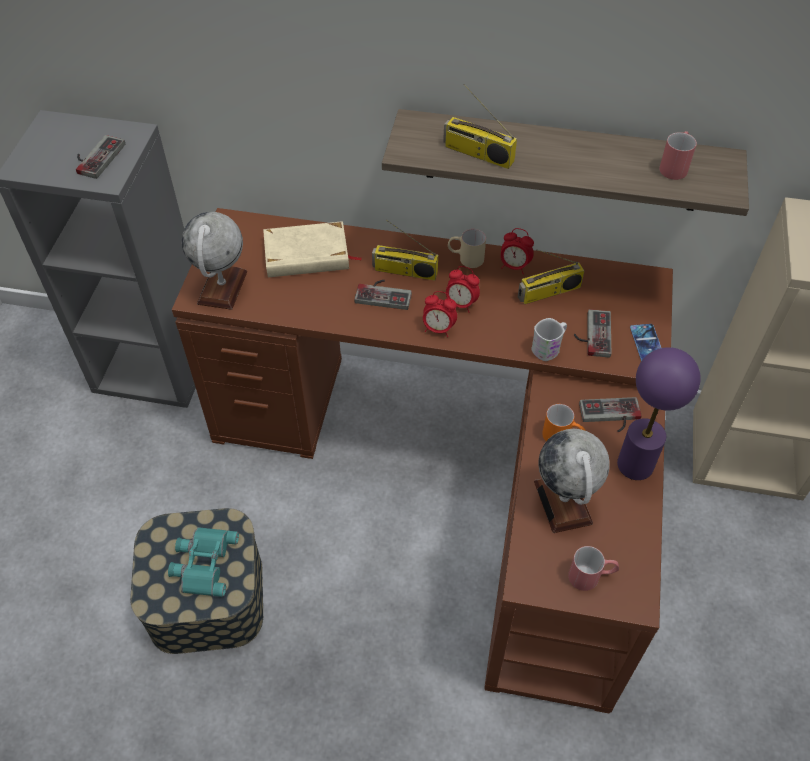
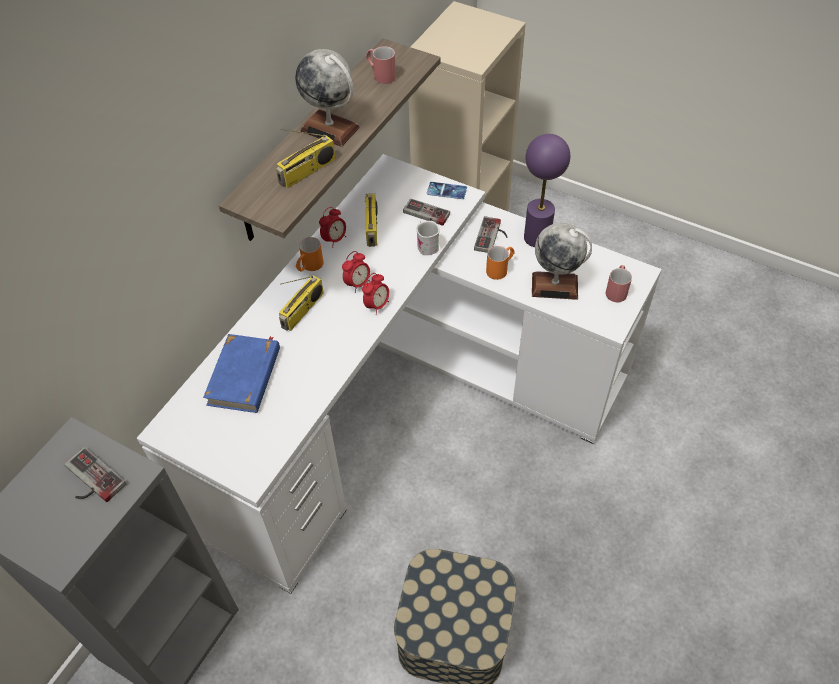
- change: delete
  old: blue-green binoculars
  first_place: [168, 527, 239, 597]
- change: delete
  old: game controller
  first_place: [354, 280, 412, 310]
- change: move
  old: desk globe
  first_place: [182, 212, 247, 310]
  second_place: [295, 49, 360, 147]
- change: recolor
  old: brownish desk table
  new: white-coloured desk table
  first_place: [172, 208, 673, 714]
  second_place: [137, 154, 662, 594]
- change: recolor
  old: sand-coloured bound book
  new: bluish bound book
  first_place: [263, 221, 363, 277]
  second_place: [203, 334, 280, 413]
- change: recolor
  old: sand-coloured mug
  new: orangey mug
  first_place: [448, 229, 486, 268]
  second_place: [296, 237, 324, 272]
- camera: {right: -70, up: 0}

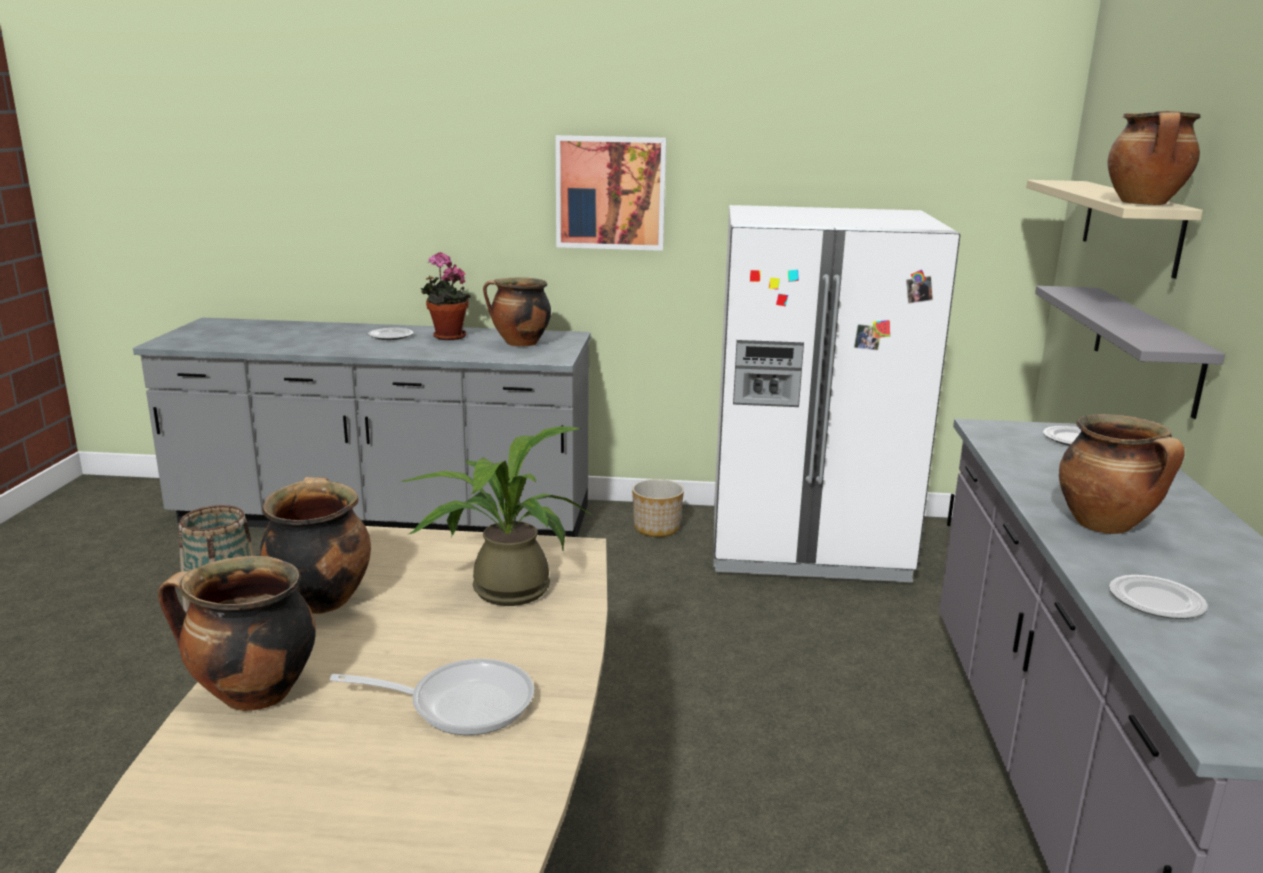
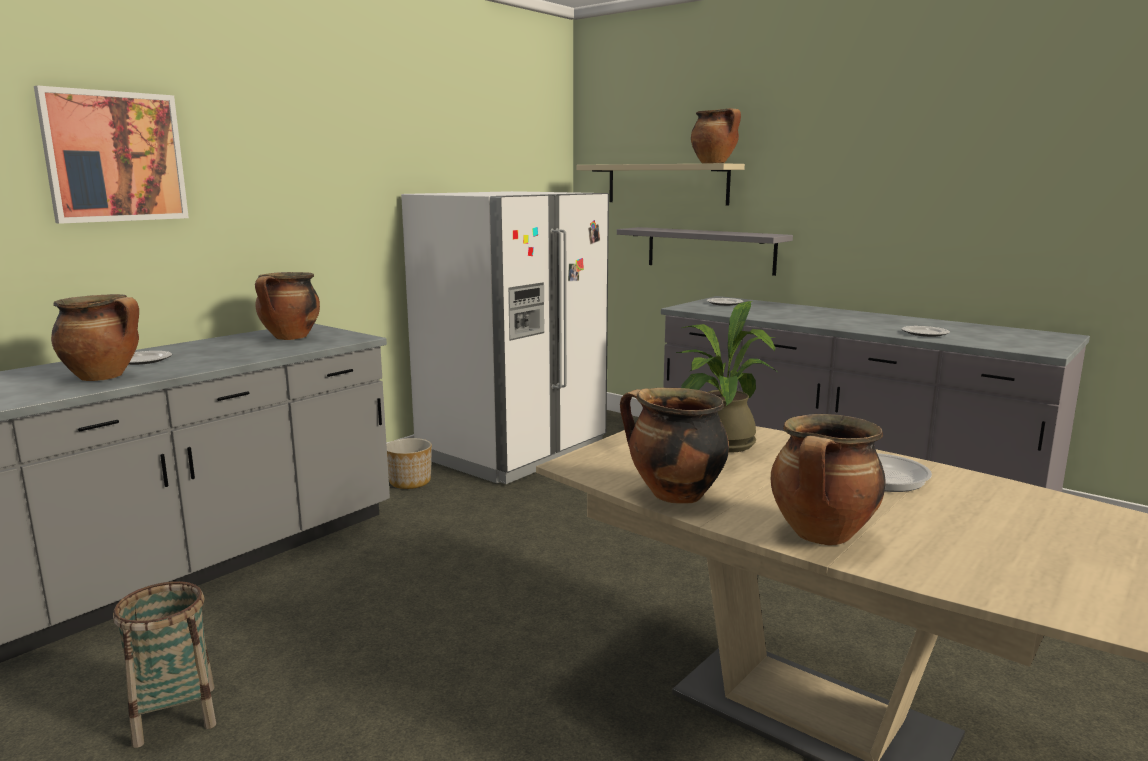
- change: delete
  old: potted plant
  first_place: [421, 252, 471, 340]
- change: move
  old: wall picture
  first_place: [555, 135, 666, 251]
  second_place: [34, 86, 189, 224]
- change: move
  old: cooking pot
  first_place: [1059, 414, 1185, 534]
  second_place: [51, 294, 139, 381]
- camera: {right: -55, up: -5}

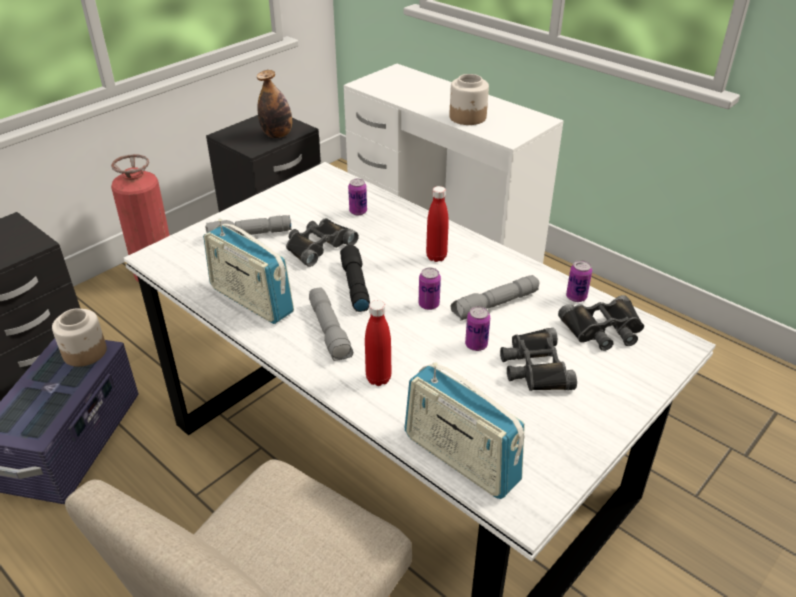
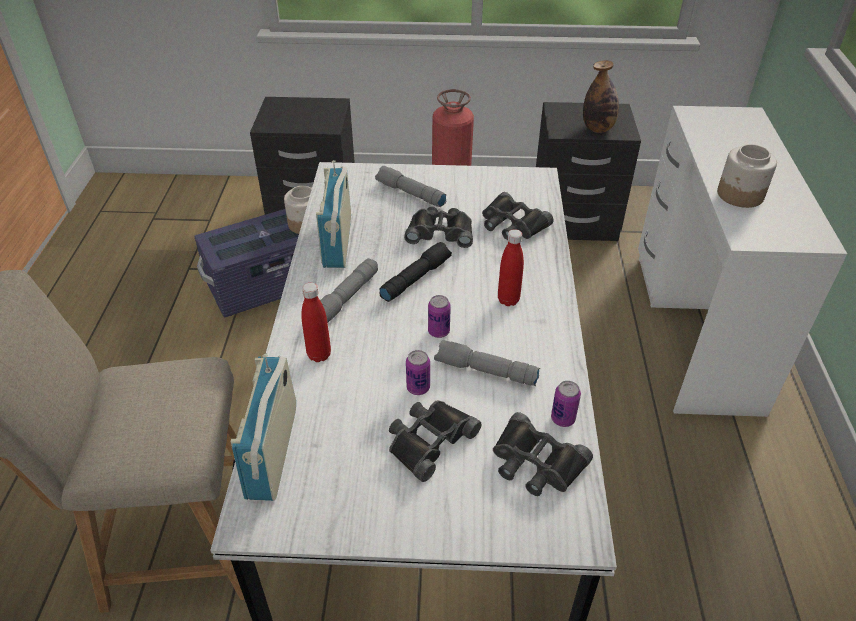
- change: replace
  old: metal can
  new: black binoculars
  first_place: [348, 179, 367, 215]
  second_place: [482, 192, 554, 240]
- camera: {right: 50, up: 5}

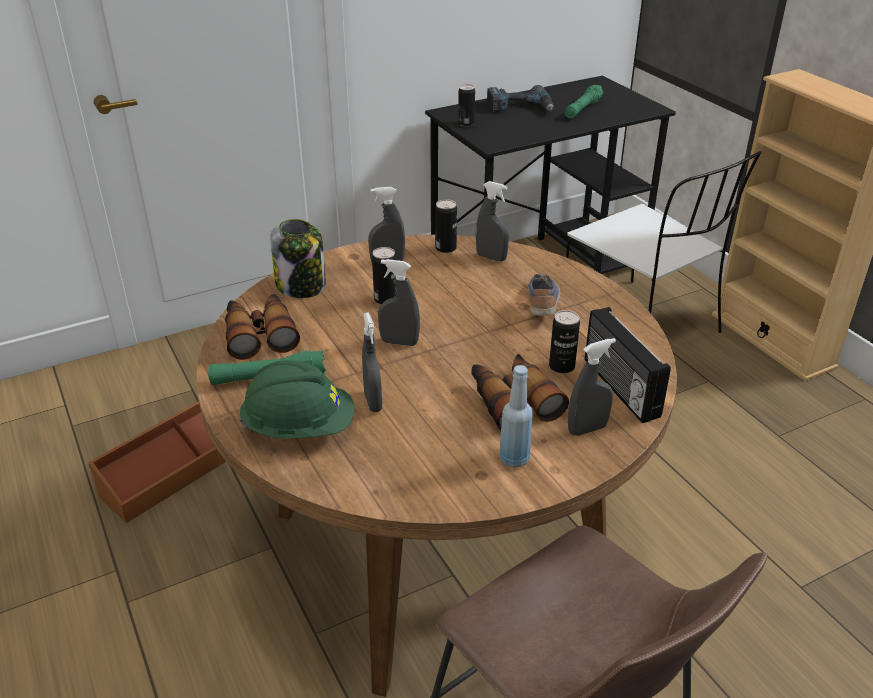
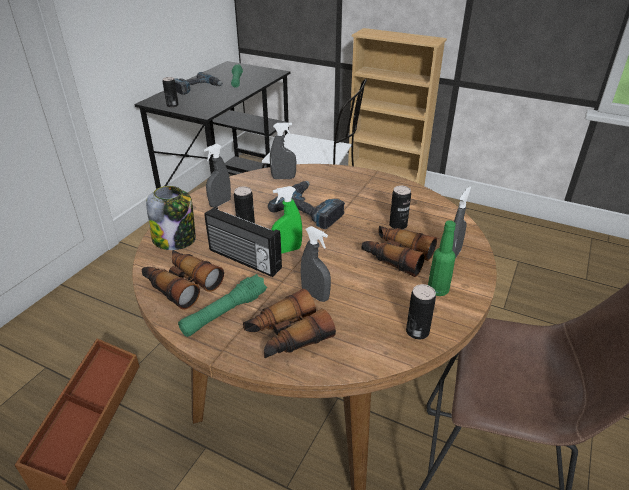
- change: delete
  old: item of footwear
  first_place: [528, 274, 561, 316]
- change: insert
  new: power drill
  second_place: [268, 181, 345, 229]
- change: move
  old: metal can
  first_place: [435, 199, 457, 253]
  second_place: [406, 284, 436, 339]
- change: move
  old: radio
  first_place: [585, 307, 671, 423]
  second_place: [204, 206, 282, 277]
- change: replace
  old: greenish work helmet
  new: binoculars
  first_place: [239, 360, 354, 439]
  second_place: [243, 289, 336, 358]
- change: recolor
  old: grey sprayer
  new: greenish sprayer
  first_place: [378, 259, 420, 346]
  second_place: [271, 186, 302, 254]
- change: recolor
  old: bluish bottle
  new: greenish bottle
  first_place: [499, 365, 533, 468]
  second_place: [428, 220, 456, 296]
- camera: {right: -35, up: 0}

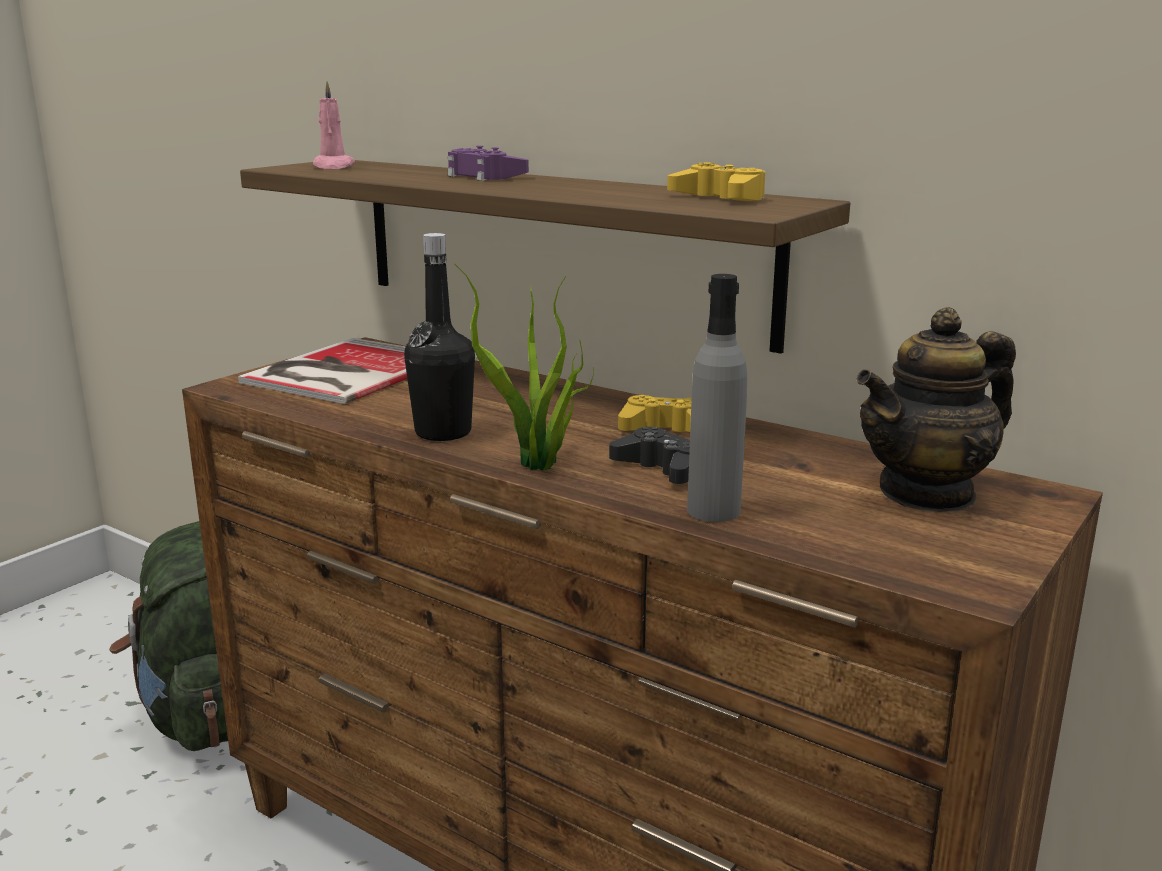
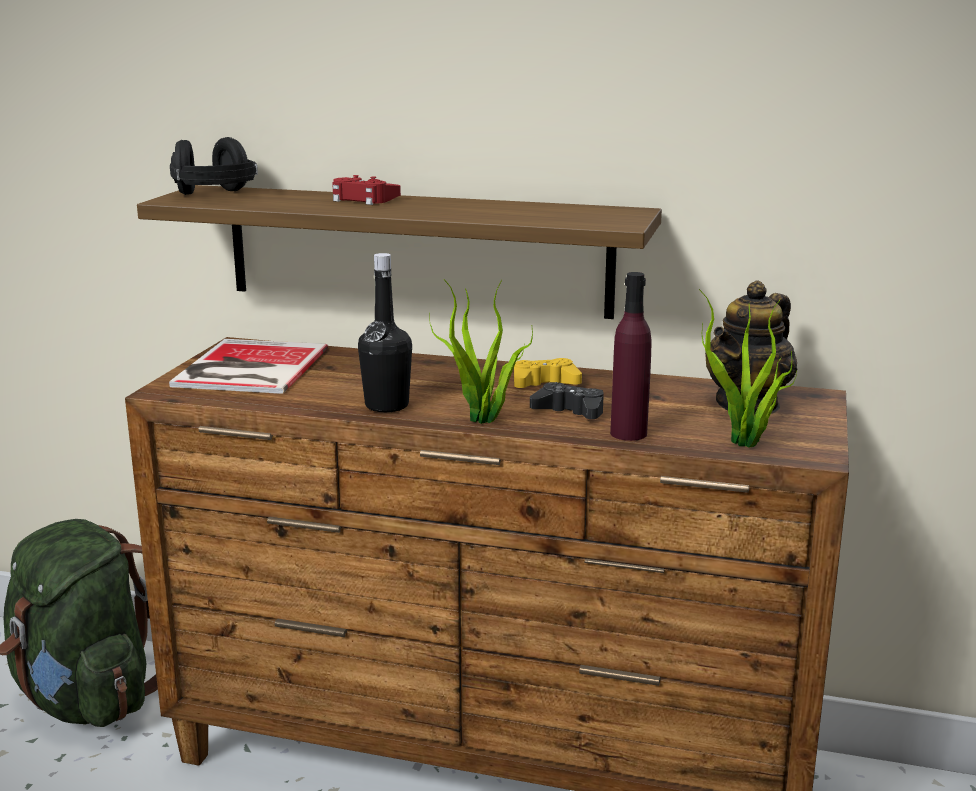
- change: delete
  old: yellow-coloured game controller
  first_place: [667, 162, 765, 201]
- change: insert
  new: potted plant
  second_place: [699, 289, 797, 448]
- change: replace
  old: pinkish wax light
  new: black headset
  first_place: [313, 81, 355, 169]
  second_place: [170, 137, 258, 195]
- change: recolor
  old: purple game controller
  new: red game controller
  first_place: [448, 145, 529, 181]
  second_place: [332, 175, 401, 205]
- change: recolor
  old: grey bottle
  new: purple bottle
  first_place: [687, 274, 747, 522]
  second_place: [610, 272, 651, 441]
- camera: {right: -20, up: 0}

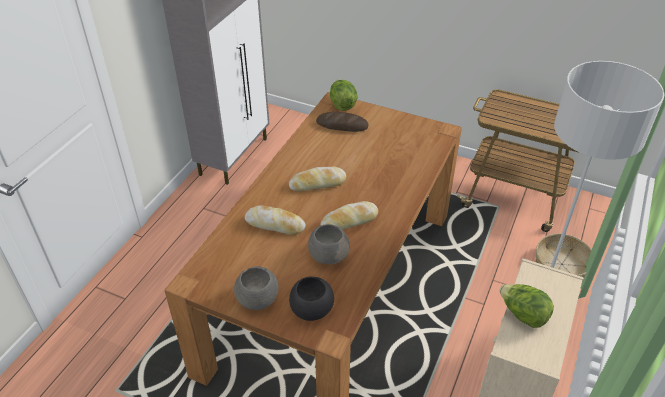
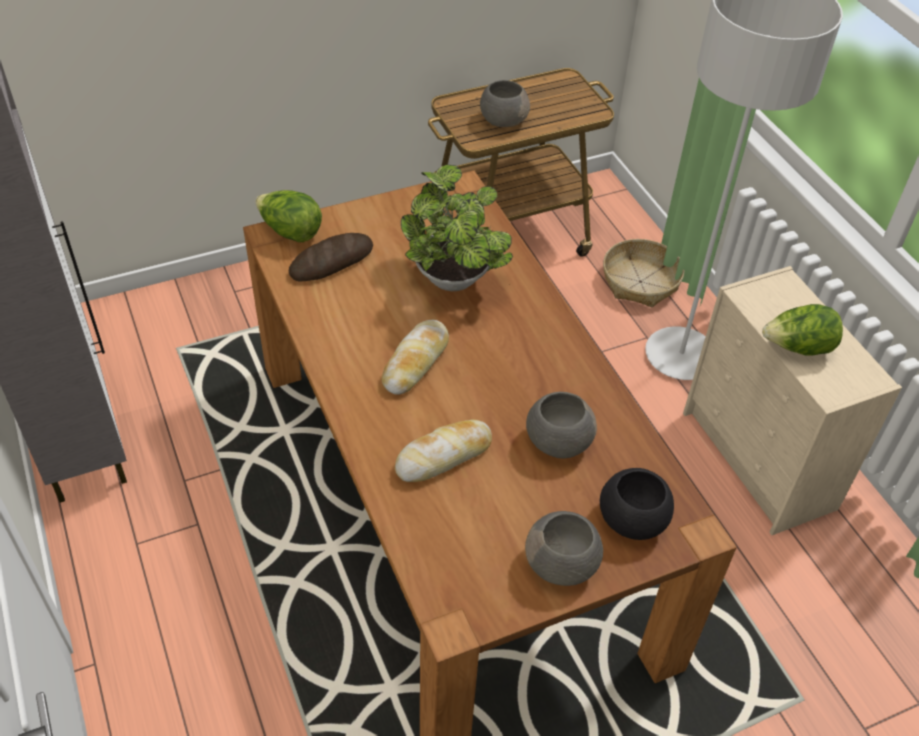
- change: delete
  old: baked bread
  first_place: [320, 201, 378, 230]
- change: insert
  new: potted plant
  second_place: [401, 164, 513, 291]
- change: insert
  new: grey bowl
  second_place: [480, 80, 530, 127]
- camera: {right: -50, up: 5}

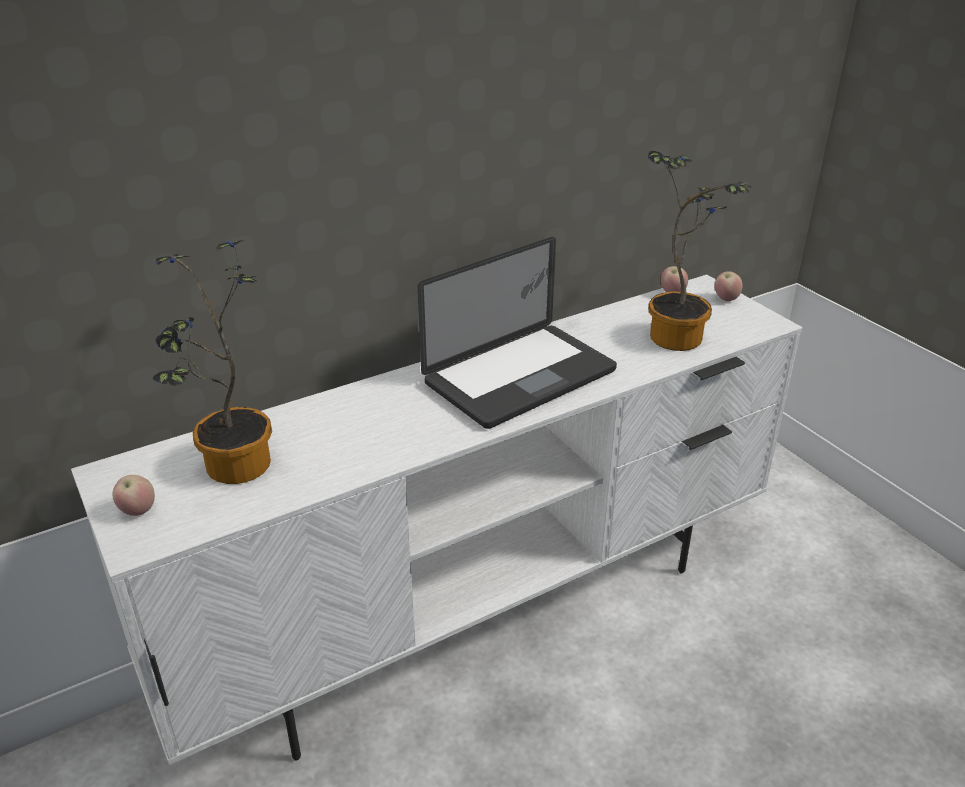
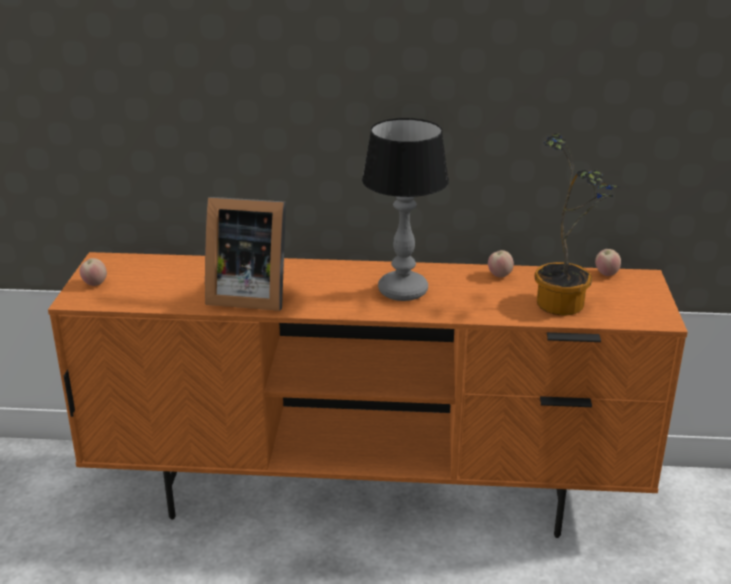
- change: delete
  old: potted plant
  first_place: [153, 240, 272, 484]
- change: insert
  new: photo frame
  second_place: [205, 197, 286, 311]
- change: move
  old: whole apple
  first_place: [714, 271, 742, 301]
  second_place: [488, 250, 514, 277]
- change: replace
  old: laptop
  new: tabletop lamp
  first_place: [417, 237, 617, 429]
  second_place: [362, 118, 449, 301]
- change: recolor
  old: white-coloured tv unit
  new: orangey tv unit
  first_place: [71, 275, 802, 765]
  second_place: [48, 252, 688, 538]
- camera: {right: 35, up: -5}

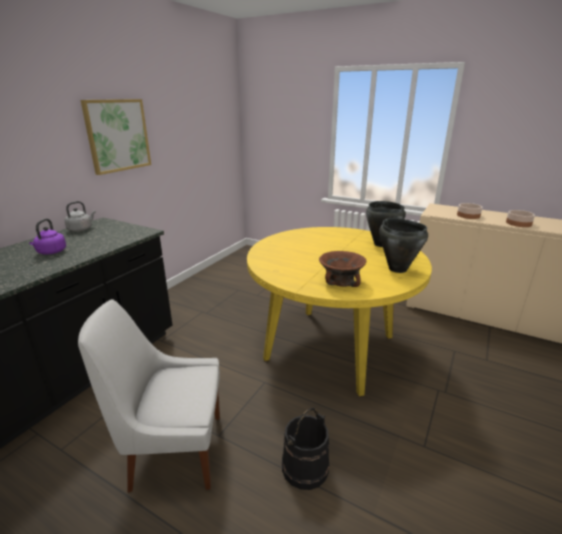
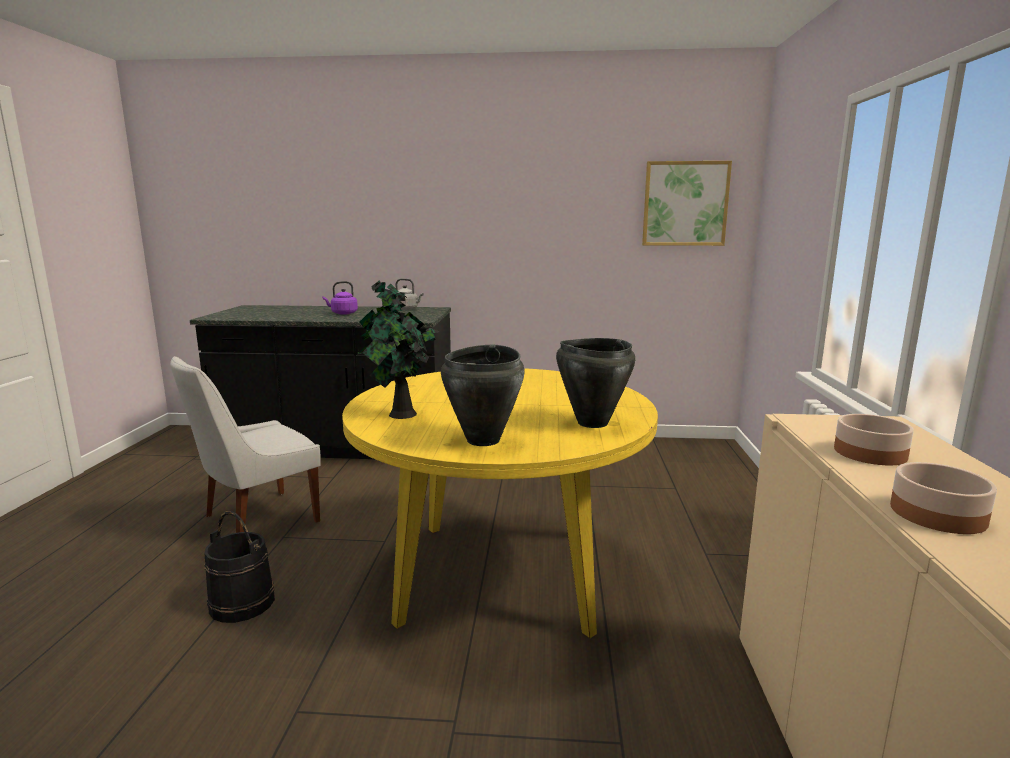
- change: move
  old: wall picture
  first_place: [81, 99, 151, 175]
  second_place: [642, 161, 732, 246]
- change: replace
  old: brownish bowl
  new: potted plant
  first_place: [319, 251, 366, 287]
  second_place: [358, 280, 439, 419]
- change: rotate
  old: white-coloured upright chair
  first_place: [78, 299, 220, 493]
  second_place: [170, 356, 321, 533]
  degrees: -105
- camera: {right: 65, up: -10}

